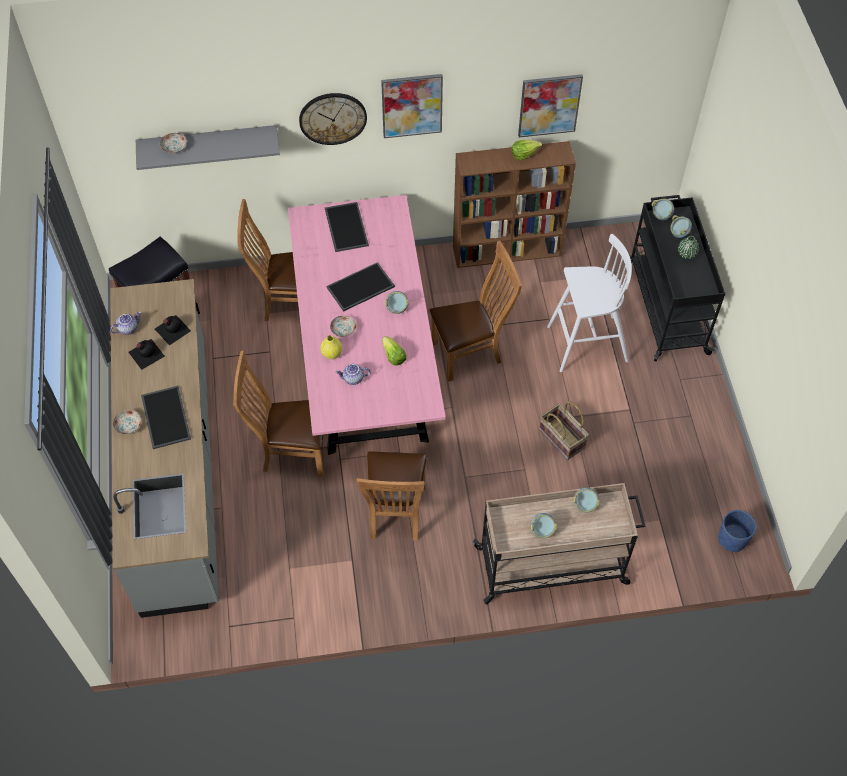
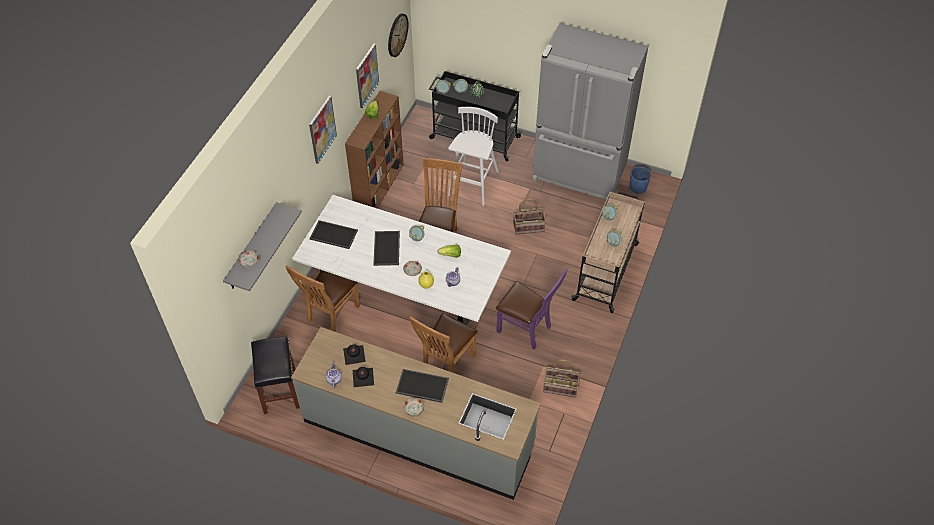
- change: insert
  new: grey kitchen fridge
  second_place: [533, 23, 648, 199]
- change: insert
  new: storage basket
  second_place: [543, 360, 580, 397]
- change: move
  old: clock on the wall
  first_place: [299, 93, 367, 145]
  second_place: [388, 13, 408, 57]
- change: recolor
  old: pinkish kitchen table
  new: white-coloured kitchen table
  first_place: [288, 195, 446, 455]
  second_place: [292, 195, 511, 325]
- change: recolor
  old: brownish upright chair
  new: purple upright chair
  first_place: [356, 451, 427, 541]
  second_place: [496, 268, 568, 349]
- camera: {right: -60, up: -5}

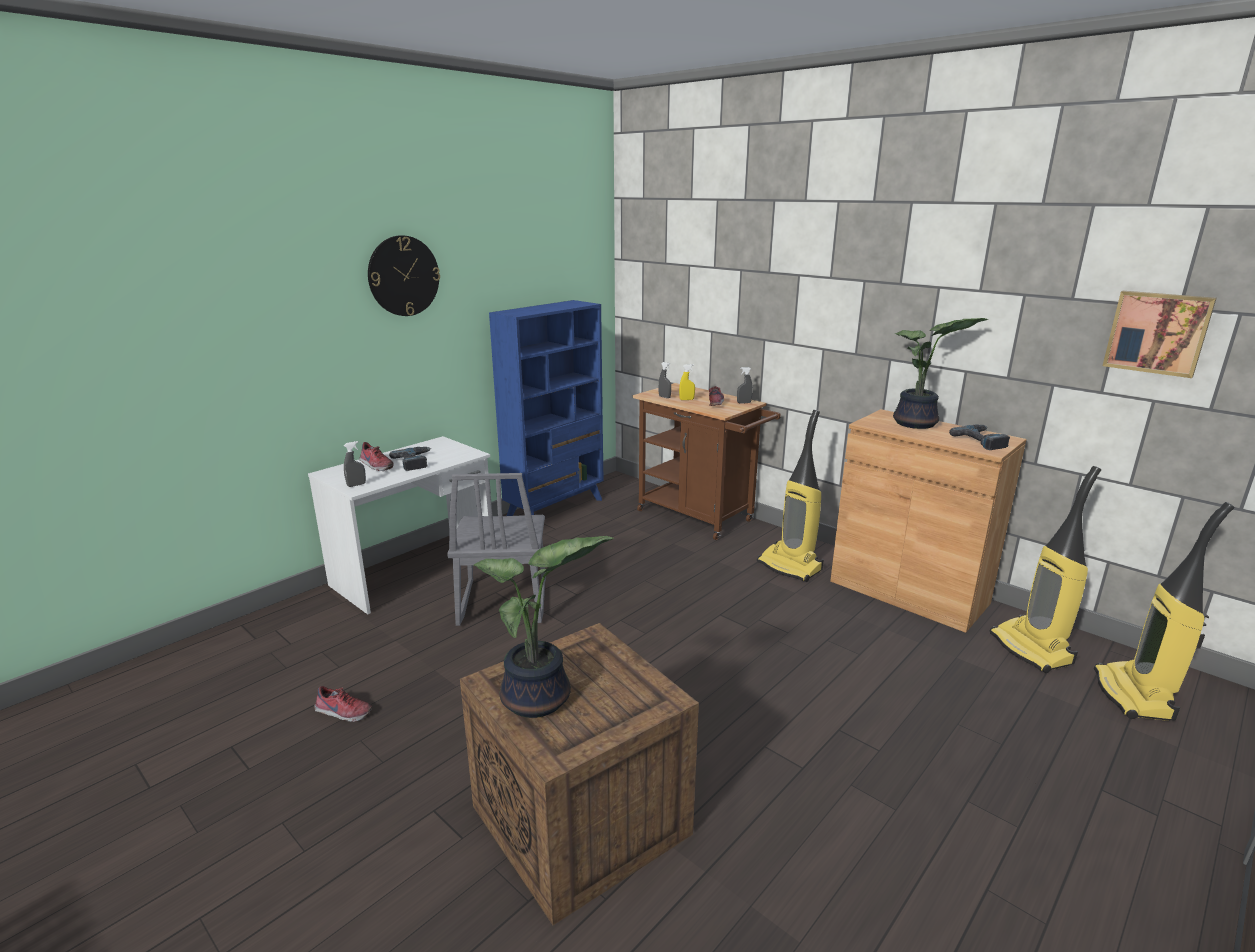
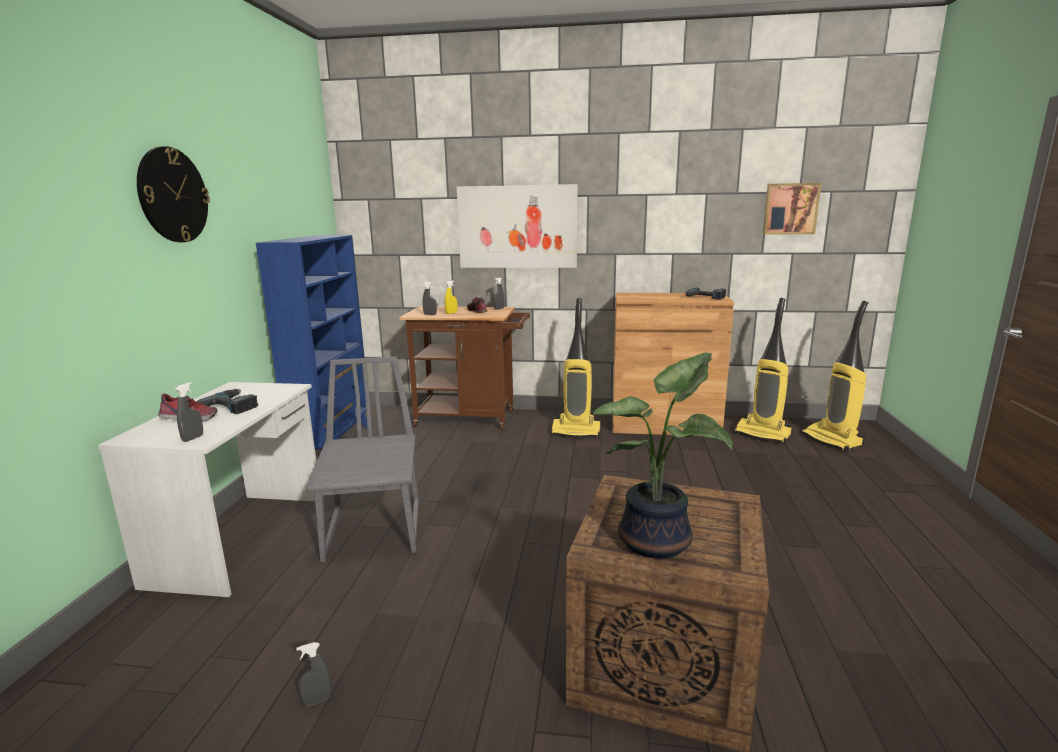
- change: delete
  old: potted plant
  first_place: [893, 318, 989, 429]
- change: insert
  new: wall picture
  second_place: [457, 184, 578, 268]
- change: replace
  old: item of footwear
  new: grey sprayer
  first_place: [314, 686, 372, 722]
  second_place: [296, 642, 332, 706]
- change: rotate
  old: grey upright chair
  first_place: [447, 473, 546, 626]
  second_place: [307, 357, 419, 562]
  degrees: -150
- camera: {right: -35, up: -5}

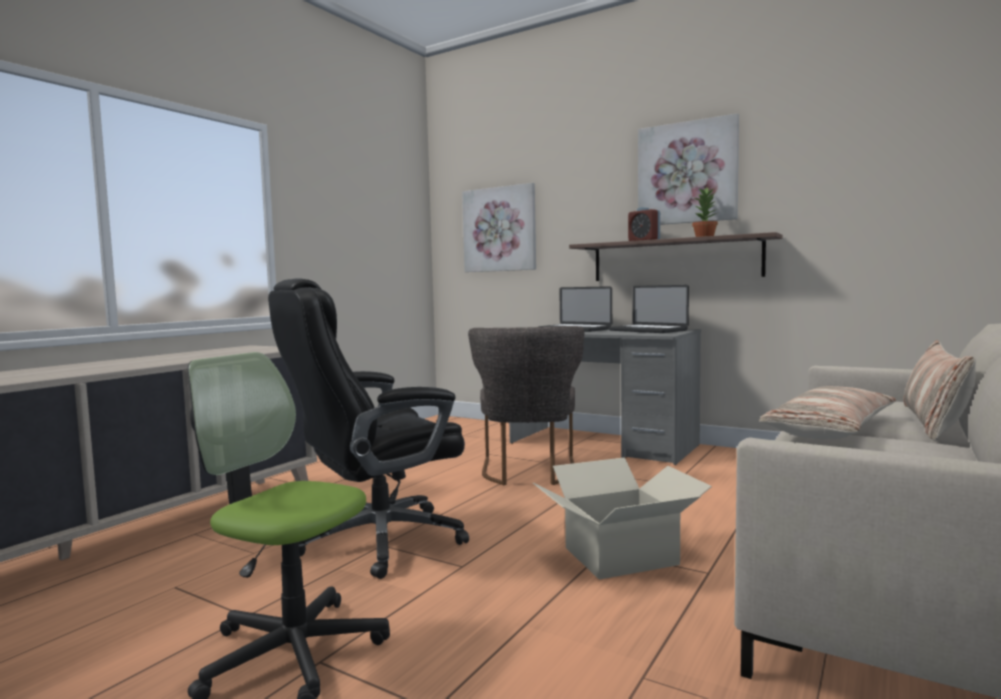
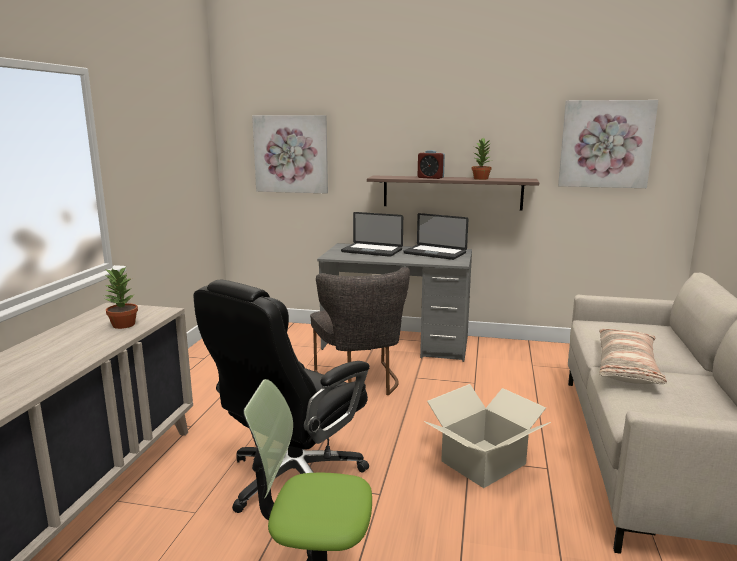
- change: delete
  old: throw pillow
  first_place: [903, 340, 976, 441]
- change: insert
  new: potted plant
  second_place: [104, 267, 138, 329]
- change: move
  old: wall picture
  first_place: [638, 113, 739, 225]
  second_place: [558, 100, 658, 188]
- camera: {right: -20, up: 10}

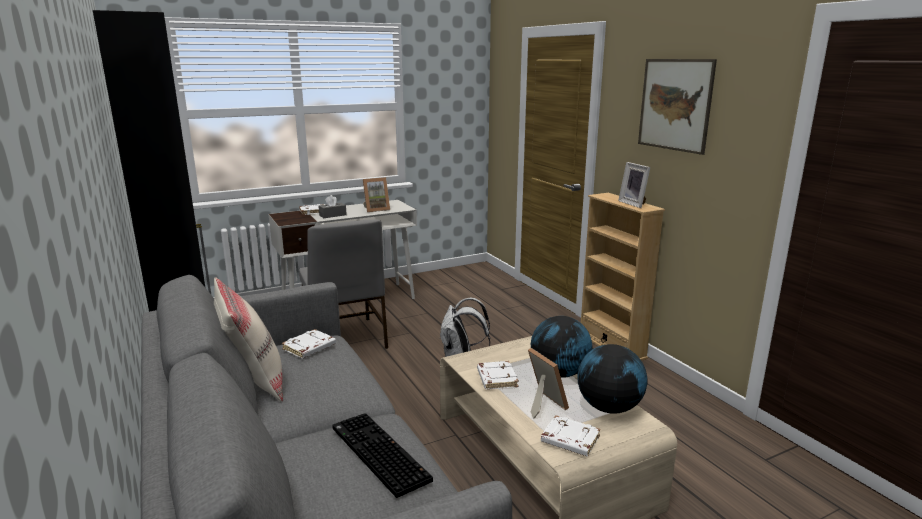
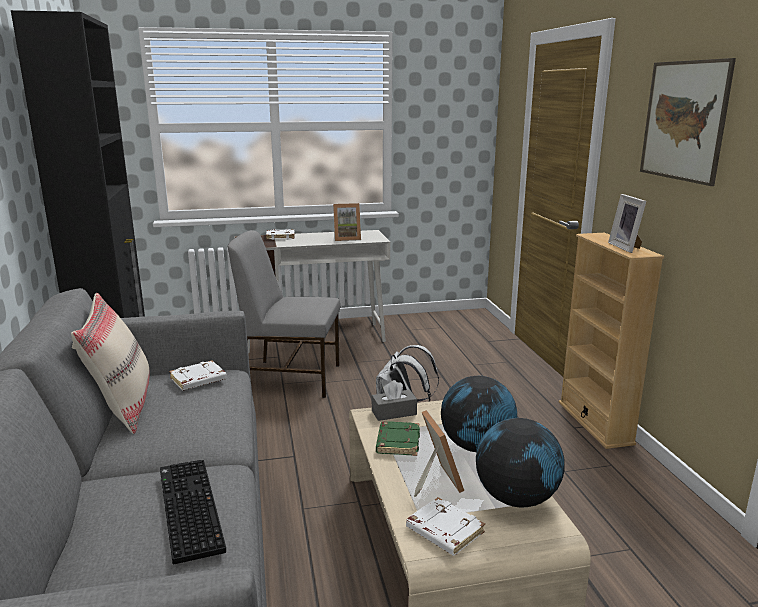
- change: move
  old: grey tissue box
  first_place: [319, 195, 347, 218]
  second_place: [372, 380, 417, 421]
- change: recolor
  old: white-coloured bound book
  new: greenish bound book
  first_place: [477, 361, 519, 390]
  second_place: [376, 421, 420, 456]
- change: rotate
  old: grey upright chair
  first_place: [299, 219, 388, 349]
  second_place: [228, 230, 340, 398]
  degrees: 105
- camera: {right: 15, up: 0}

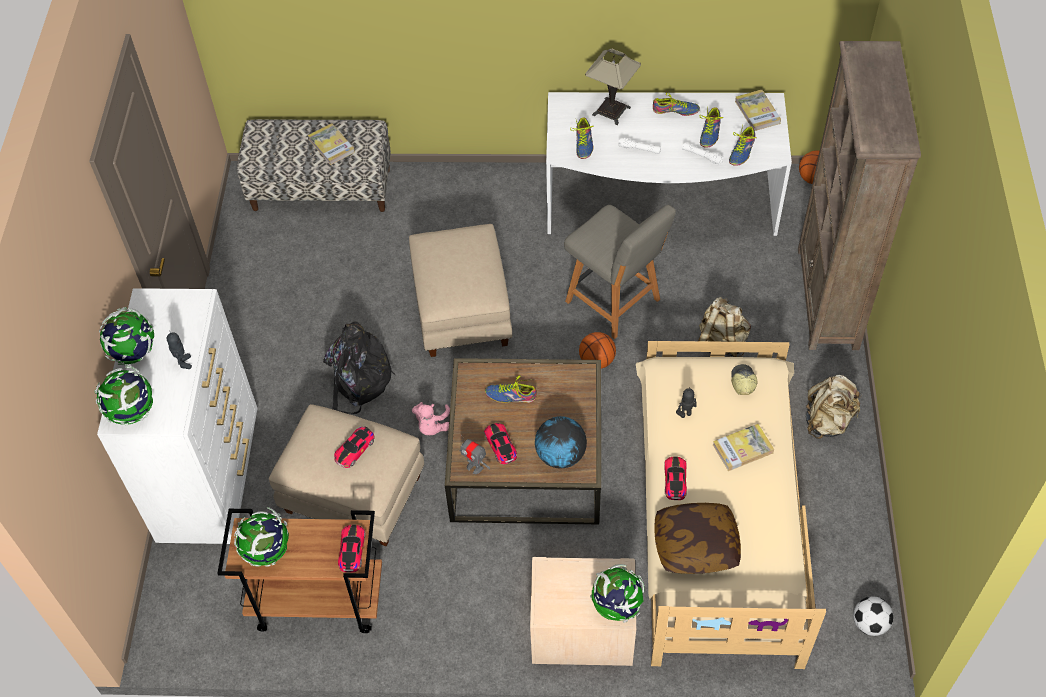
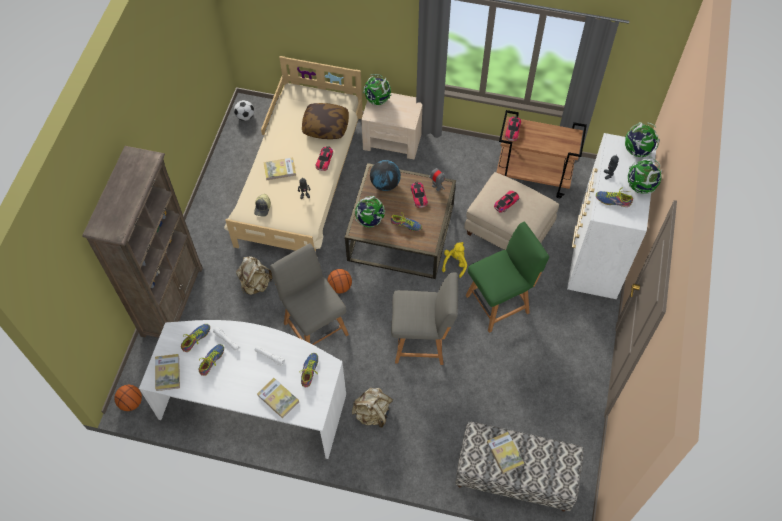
- change: move
  old: desk globe
  first_place: [234, 507, 289, 567]
  second_place: [355, 196, 385, 227]
- change: move
  old: item of footwear
  first_place: [653, 93, 700, 116]
  second_place: [596, 187, 633, 207]
- change: move
  old: sand-coloured rucksack
  first_place: [806, 375, 862, 439]
  second_place: [352, 388, 393, 428]
- change: replace
  old: black rucksack
  new: greenish upright chair
  first_place: [323, 321, 395, 414]
  second_place: [466, 222, 549, 333]
- change: replace
  old: sand-coloured ottoman
  new: grey upright chair
  first_place: [409, 224, 512, 357]
  second_place: [391, 273, 458, 365]
- change: replace
  old: tabletop lamp
  new: bound book
  first_place: [585, 49, 641, 125]
  second_place: [257, 378, 299, 418]
- change: recolor
  old: pinkish plush toy
  new: yellow-coloured plush toy
  first_place: [412, 402, 450, 435]
  second_place: [442, 242, 467, 278]
- camera: {right: -170, up: 5}

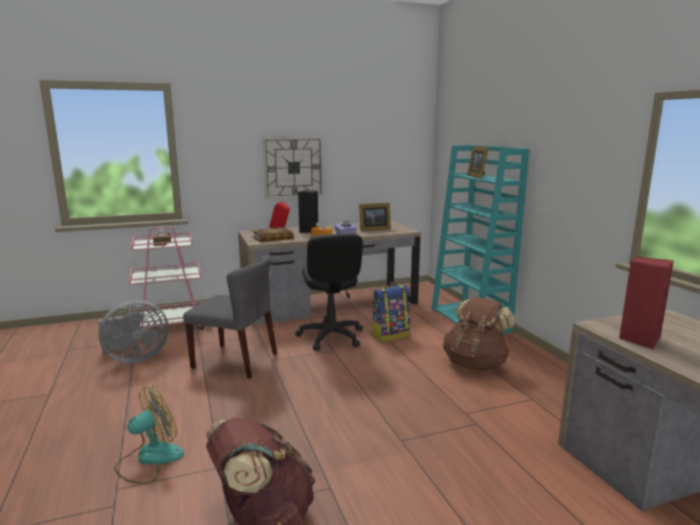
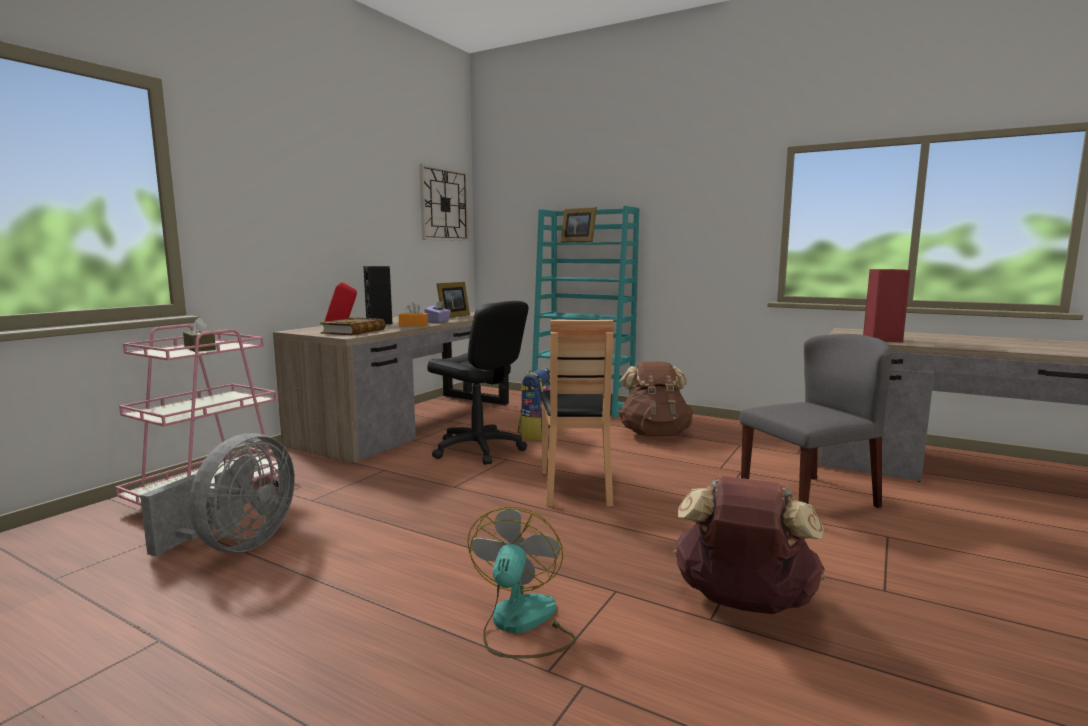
- change: insert
  new: brownish upright chair
  second_place: [540, 320, 613, 507]
- change: move
  old: grey upright chair
  first_place: [183, 256, 277, 379]
  second_place: [739, 334, 892, 508]
- change: move
  old: clock on the wall
  first_place: [263, 137, 323, 199]
  second_place: [419, 164, 469, 241]
- camera: {right: -40, up: -5}

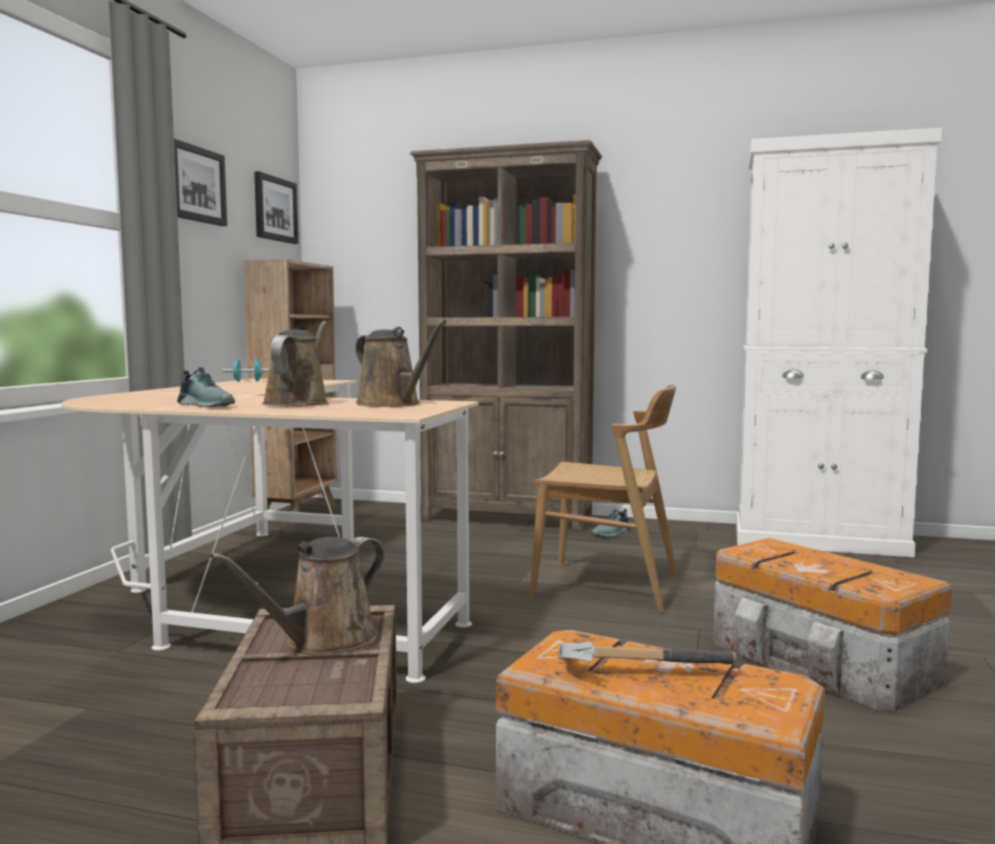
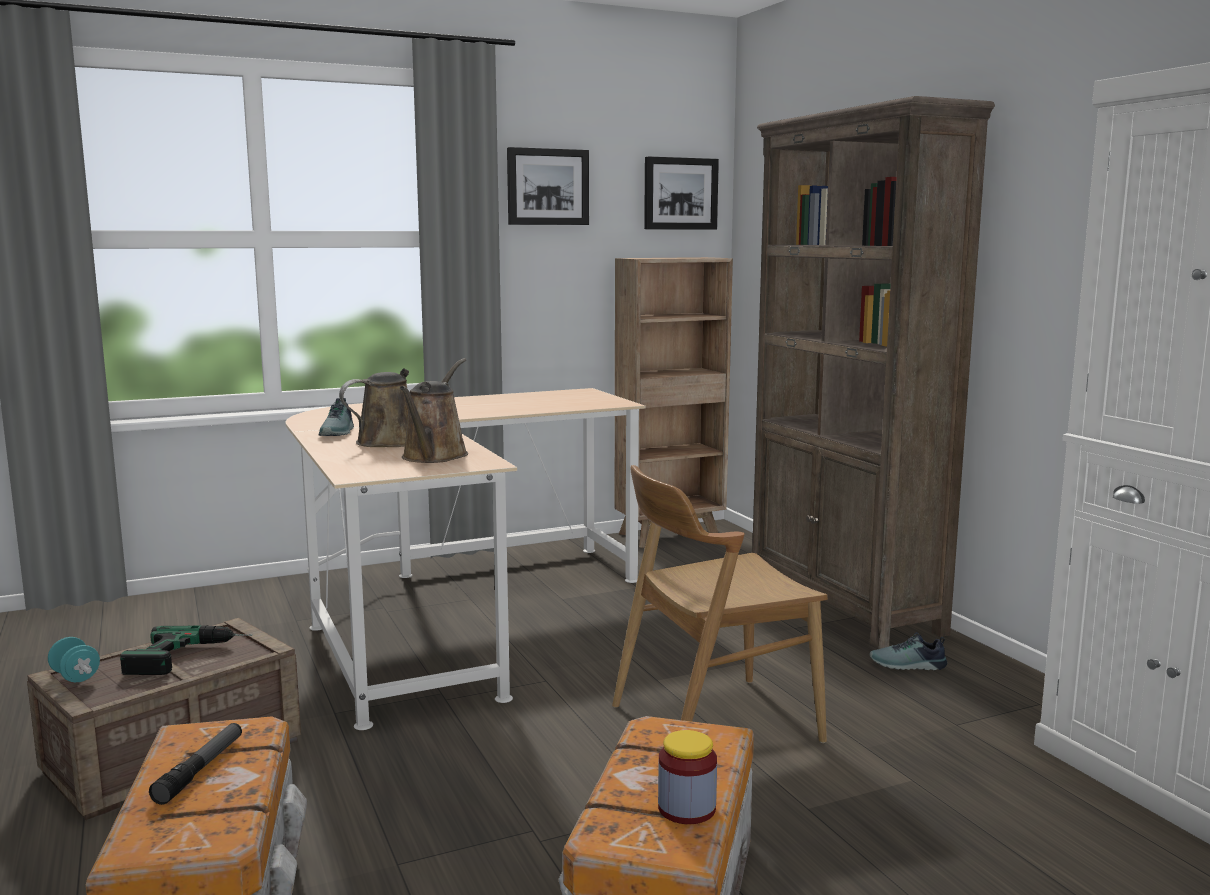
- change: insert
  new: preserve jar
  second_place: [658, 730, 717, 824]
- change: move
  old: blue-green free weight
  first_place: [222, 359, 269, 382]
  second_place: [48, 637, 100, 682]
- change: replace
  old: brownish watering pot
  new: power drill
  first_place: [210, 537, 385, 655]
  second_place: [120, 625, 252, 675]
- change: replace
  old: tool hammer
  new: hand torch
  first_place: [559, 642, 737, 664]
  second_place: [149, 723, 242, 805]
- change: rotate
  old: brownish upright chair
  first_place: [529, 384, 678, 613]
  second_place: [612, 465, 828, 743]
  degrees: 90
- camera: {right: 50, up: 5}

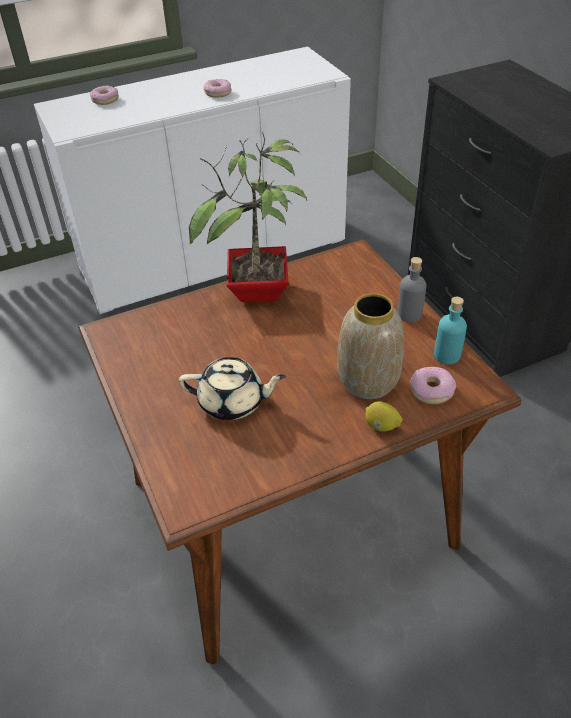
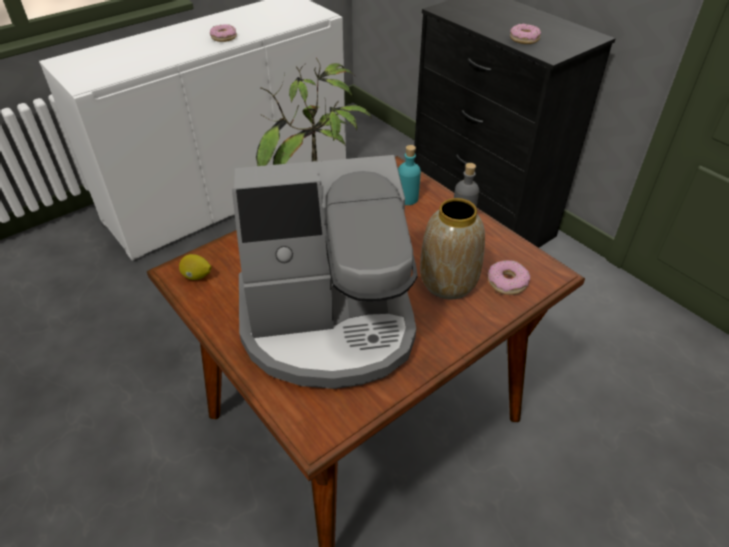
- change: move
  old: donut
  first_place: [90, 85, 119, 105]
  second_place: [510, 24, 541, 44]
- change: move
  old: citrus fruit
  first_place: [365, 401, 403, 431]
  second_place: [179, 254, 211, 280]
- change: move
  old: blue-green bottle
  first_place: [434, 297, 467, 364]
  second_place: [398, 145, 421, 205]
- change: replace
  old: sand-coloured tea pot
  new: coffee machine
  first_place: [179, 357, 286, 420]
  second_place: [232, 155, 418, 389]
- camera: {right: -15, up: 0}

